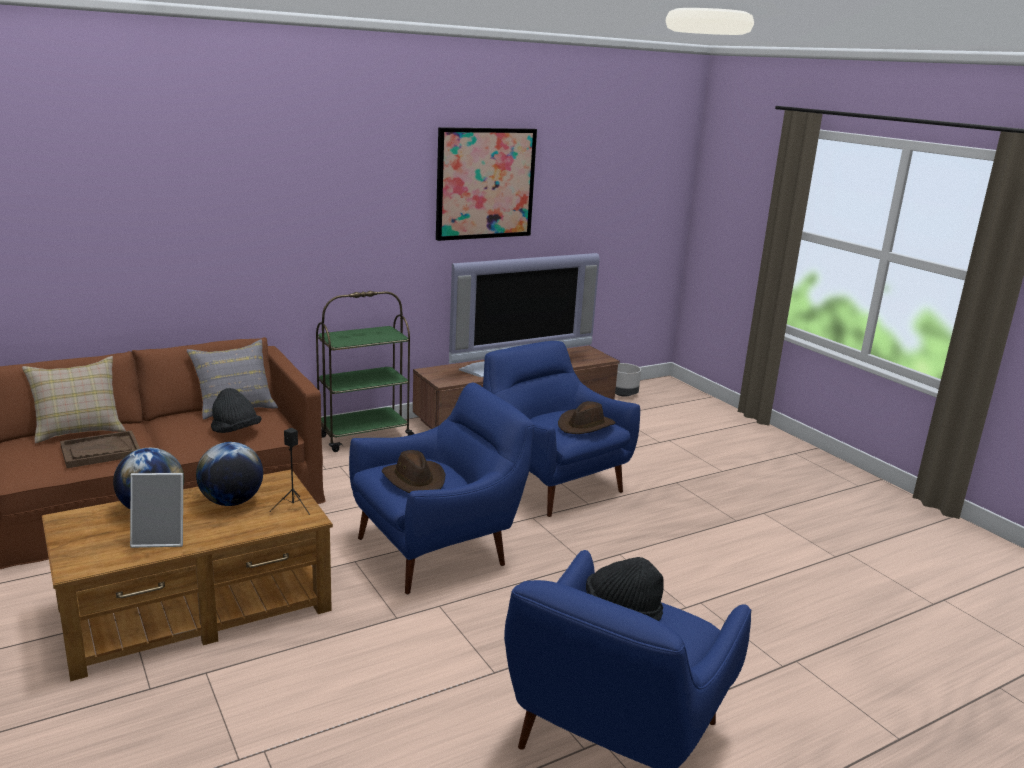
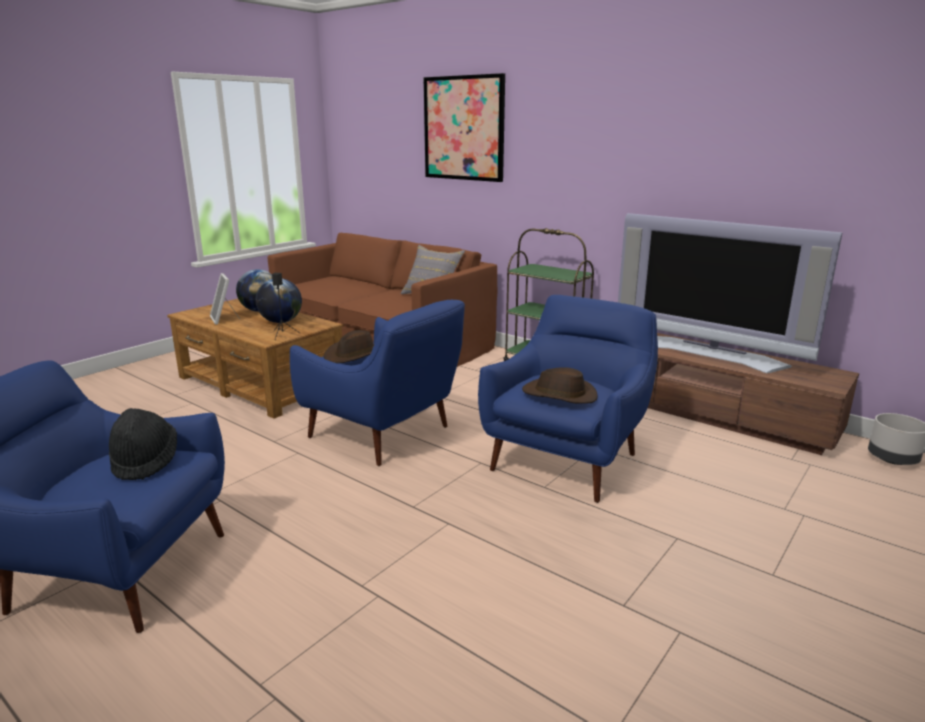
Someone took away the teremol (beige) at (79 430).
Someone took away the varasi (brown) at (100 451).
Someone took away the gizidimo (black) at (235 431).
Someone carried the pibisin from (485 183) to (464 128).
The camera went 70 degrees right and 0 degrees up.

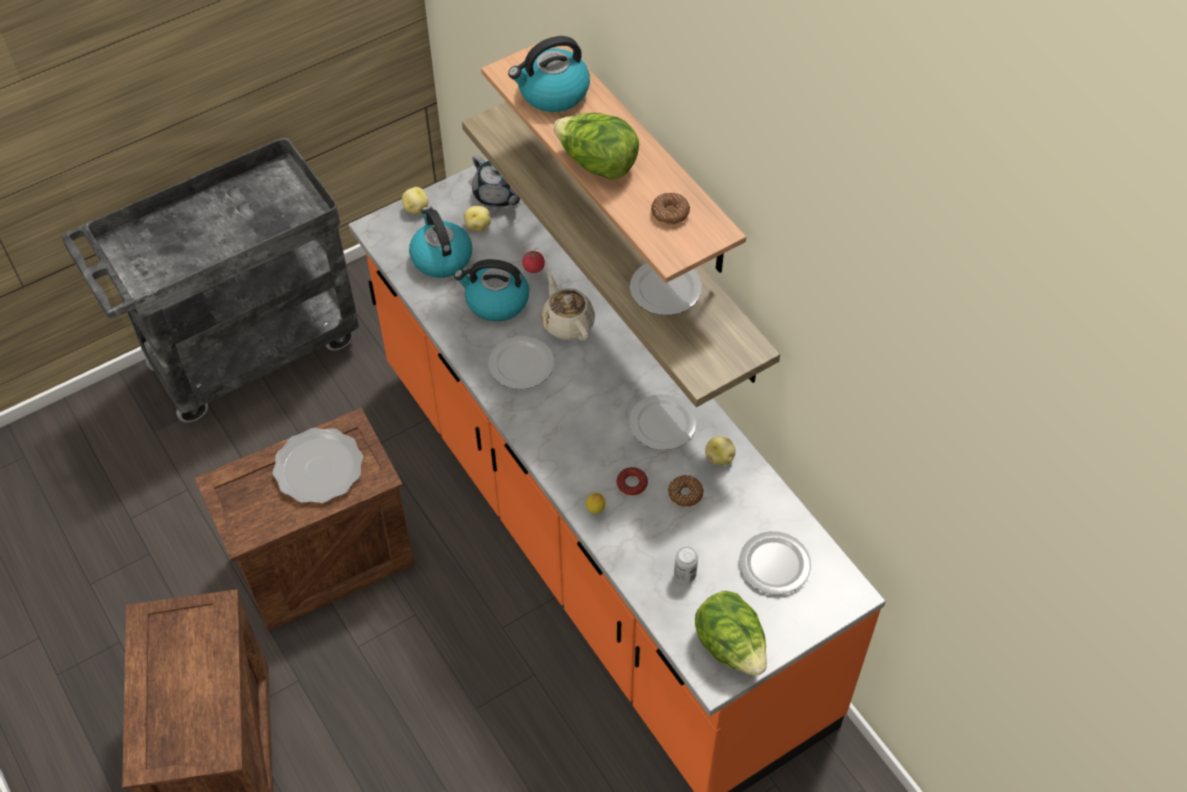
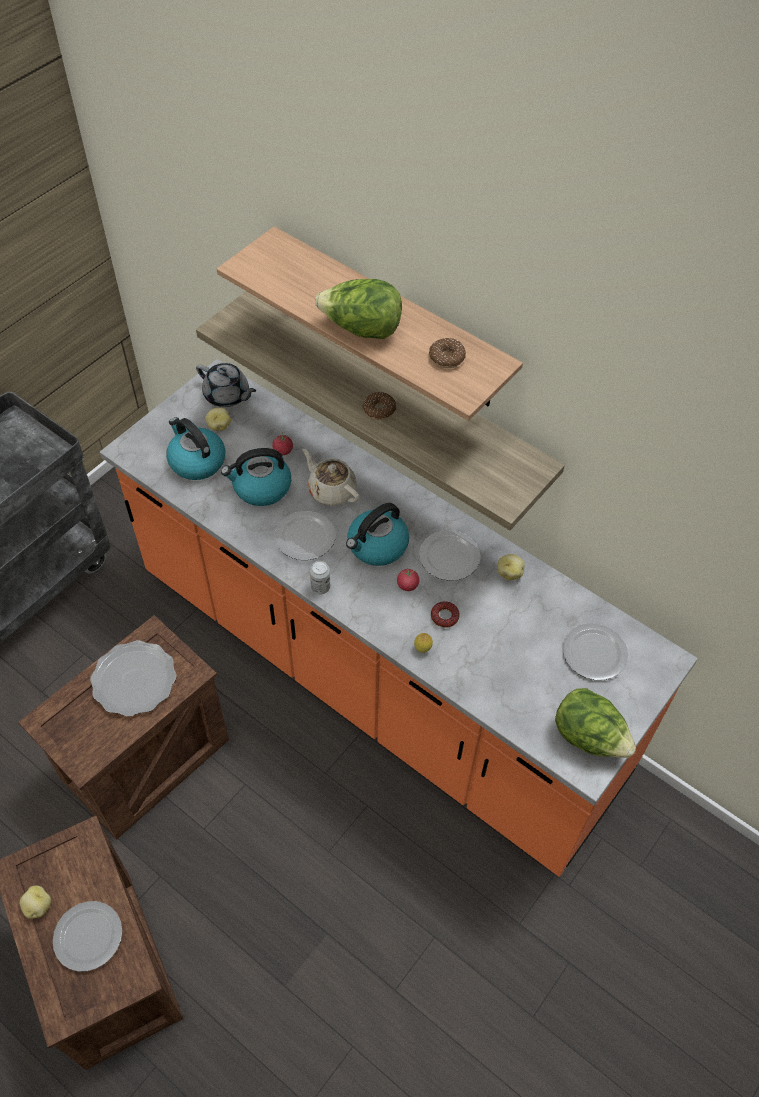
Someone carried the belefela from (415 208) to (38 906).
Someone carried the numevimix from (552 93) to (377 546).
Someone carried the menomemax from (666 289) to (89 935).
Someone carried the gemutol from (685 494) to (379 410).
Someone carried the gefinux from (685 574) to (320 587).
Someone put down the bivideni at (407 585).
The camera went 20 degrees left and 0 degrees up.

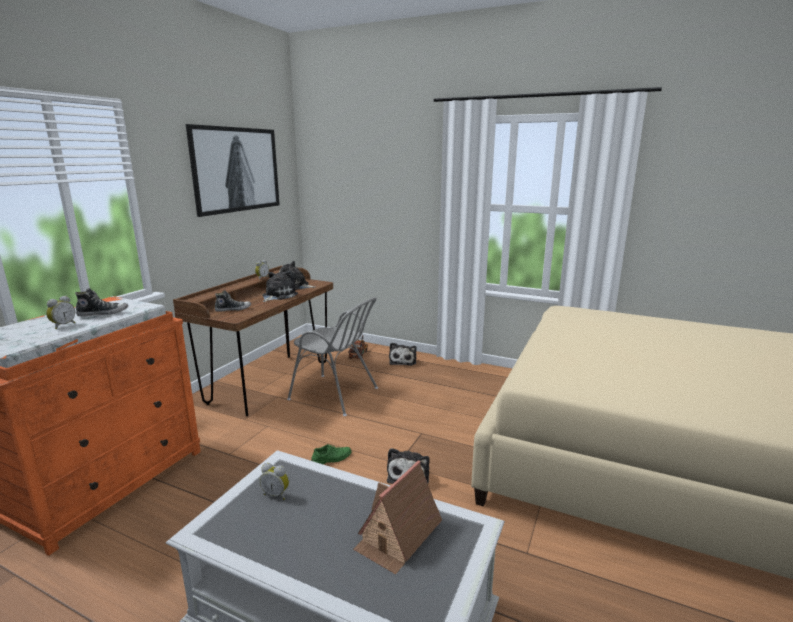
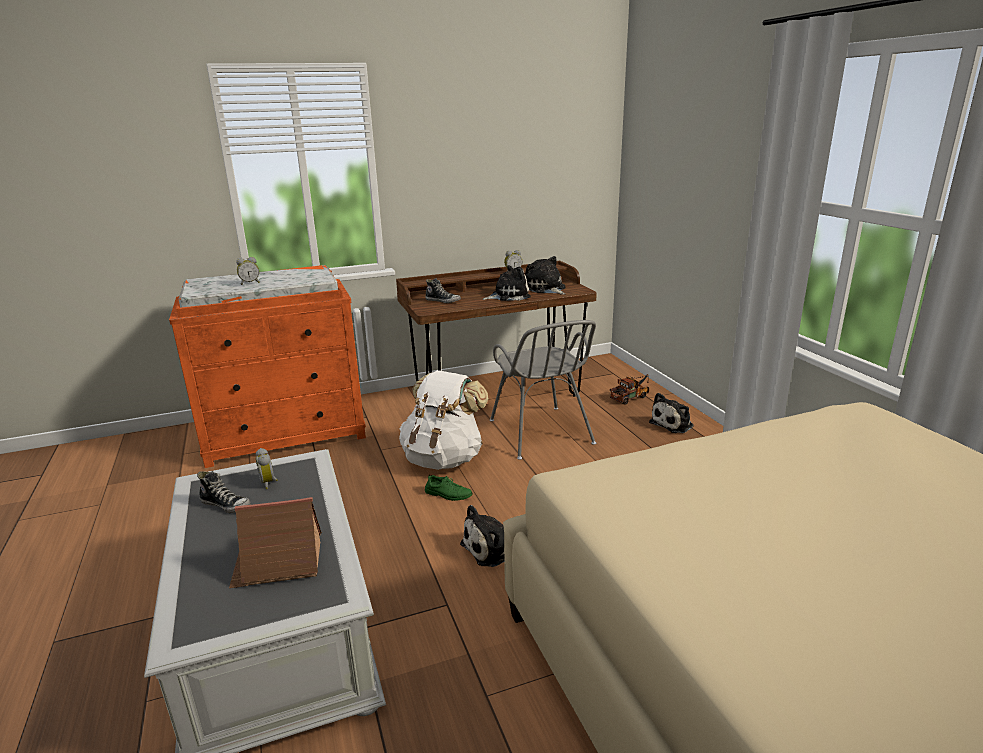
Someone carried the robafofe from (103 313) to (226 505).
Someone took away the pibisin at (237 169).
Someone put down the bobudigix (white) at (444 458).
The camera went 45 degrees right and 5 degrees up.

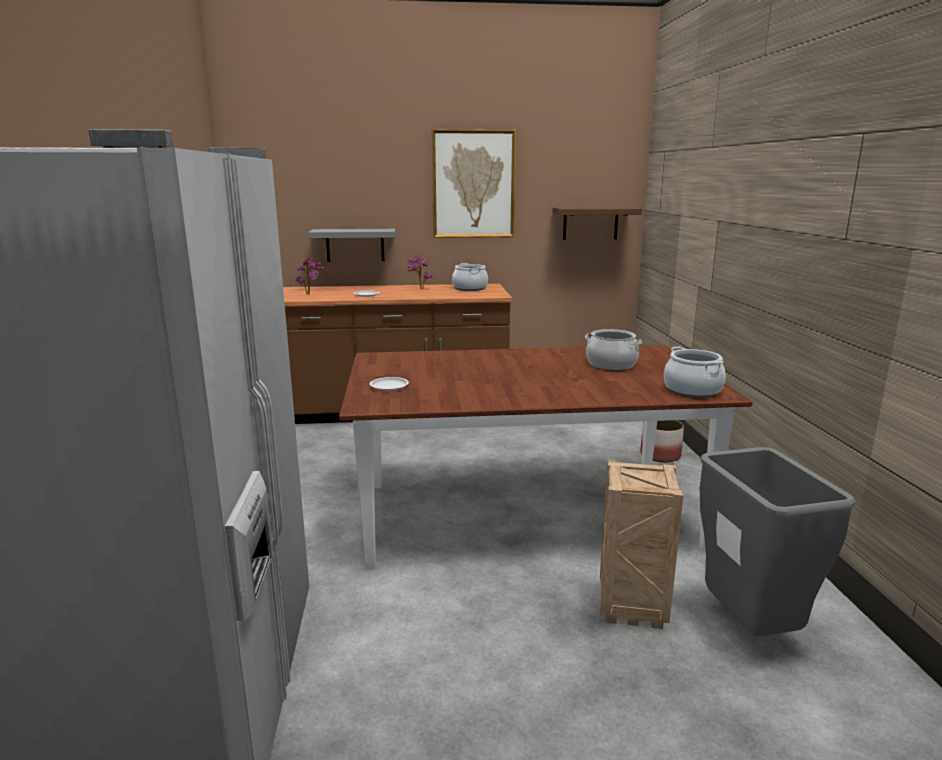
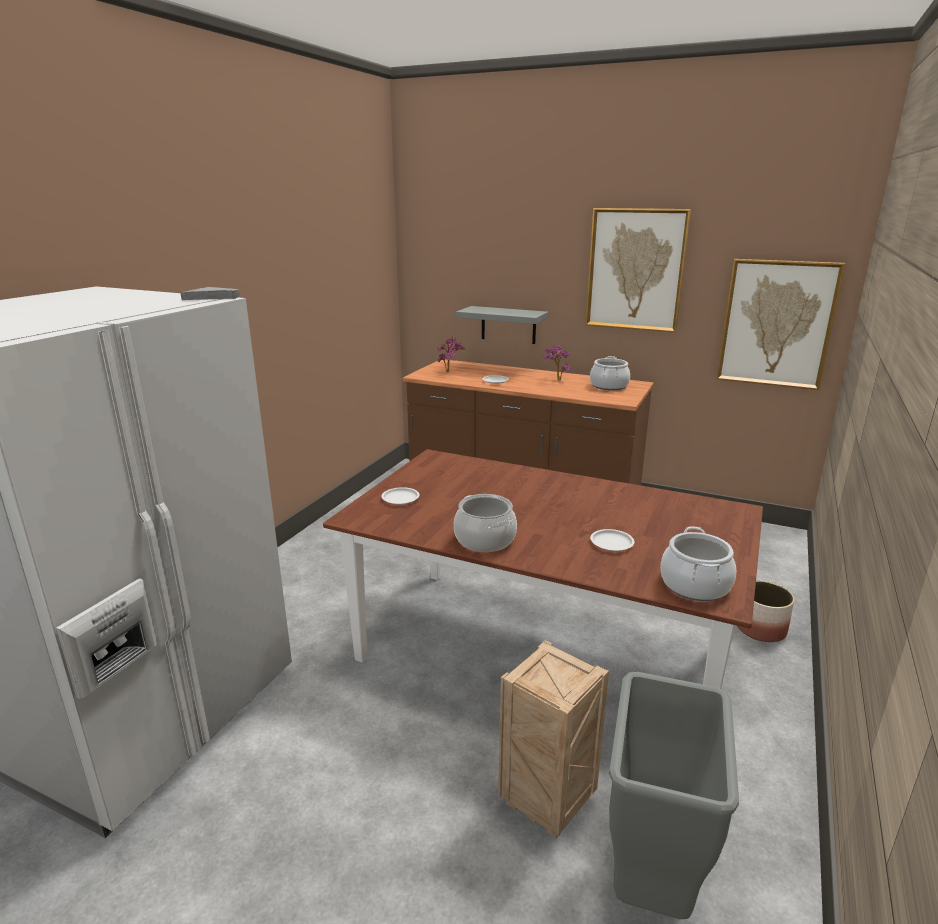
Someone swapped the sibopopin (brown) at (590 223) for the pibisin at (776 324).
Someone carried the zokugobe from (611 364) to (484 540).
Someone put down the menomemax (white) at (612 543).
The camera went 30 degrees right and 5 degrees up.

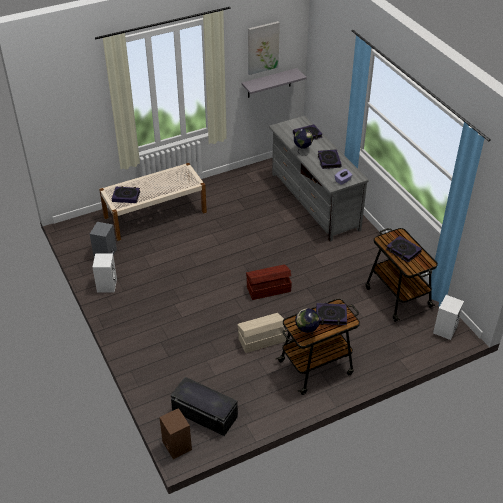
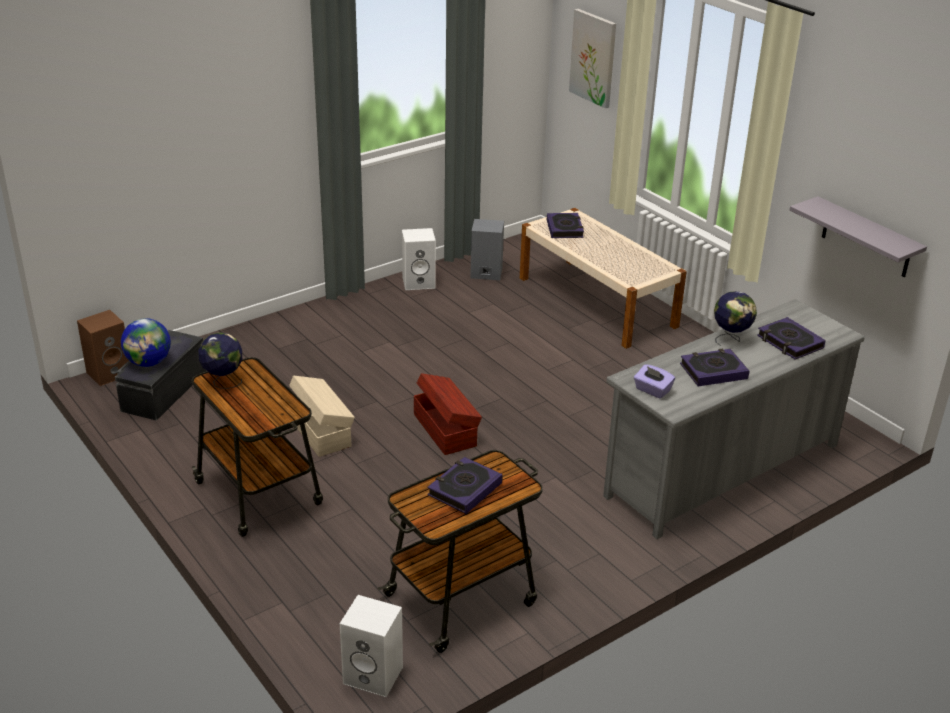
Someone carried the pibisin from (262 47) to (593 58).
Someone took away the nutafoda at (331 316).
Someone put down the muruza at (149 362).
The camera went 80 degrees right and 10 degrees down.

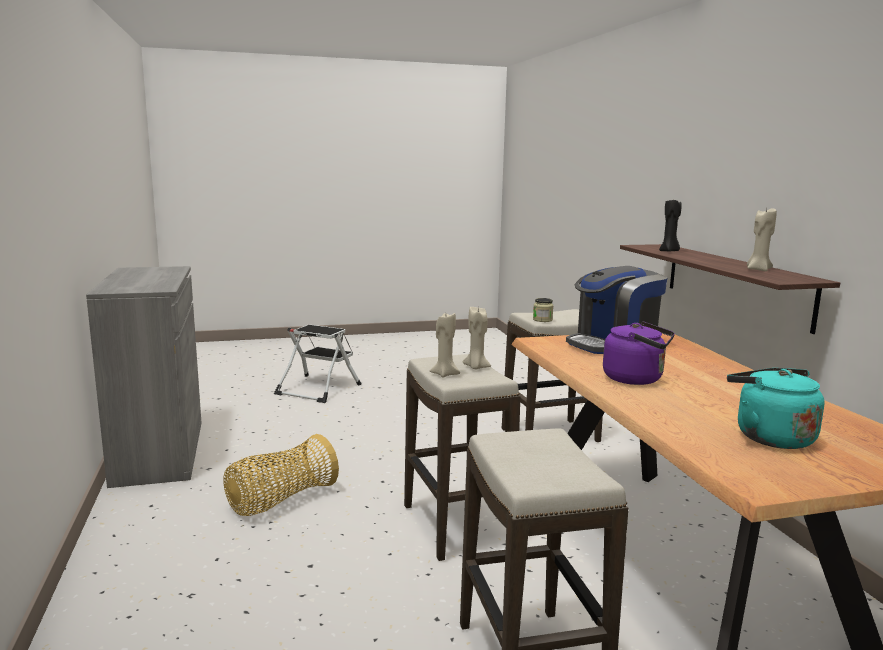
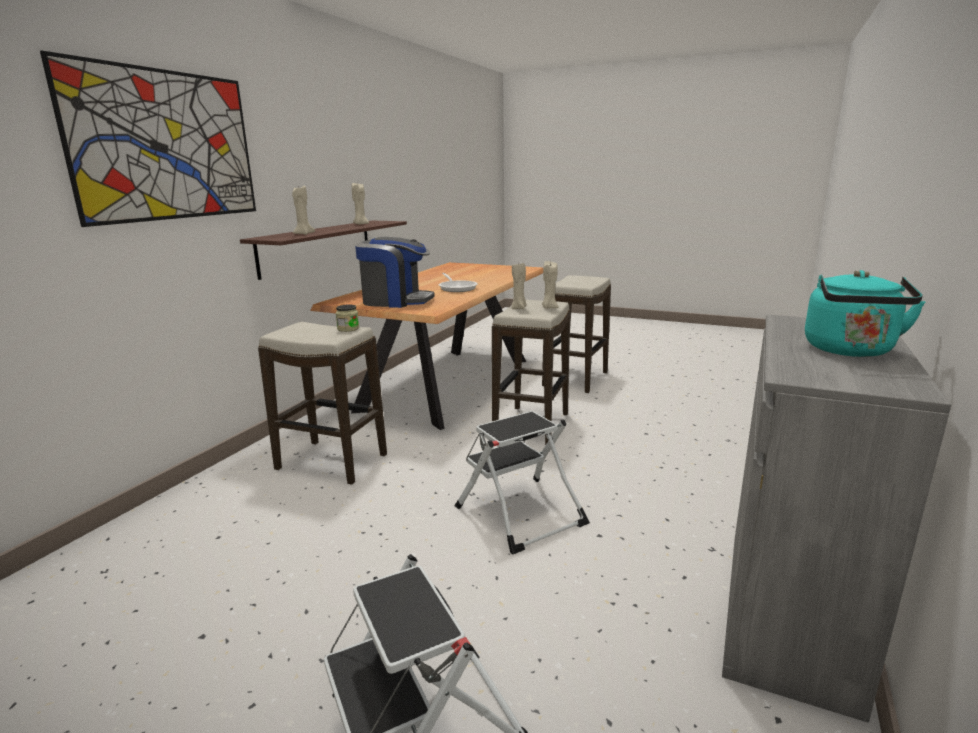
Someone took away the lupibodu at (280 500).
Someone swapped the numevimix (purple) at (636 379) for the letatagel at (457 288).
Someone repainted the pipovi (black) at (669 251), which became the pipovi (beige) at (303 234).
Someone carried the numevimix (turquoise) from (769 437) to (850 351).
Someone put up the pibisin at (167 146).
Someone put down the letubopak at (521 512).
The camera went 140 degrees left and 5 degrees up.

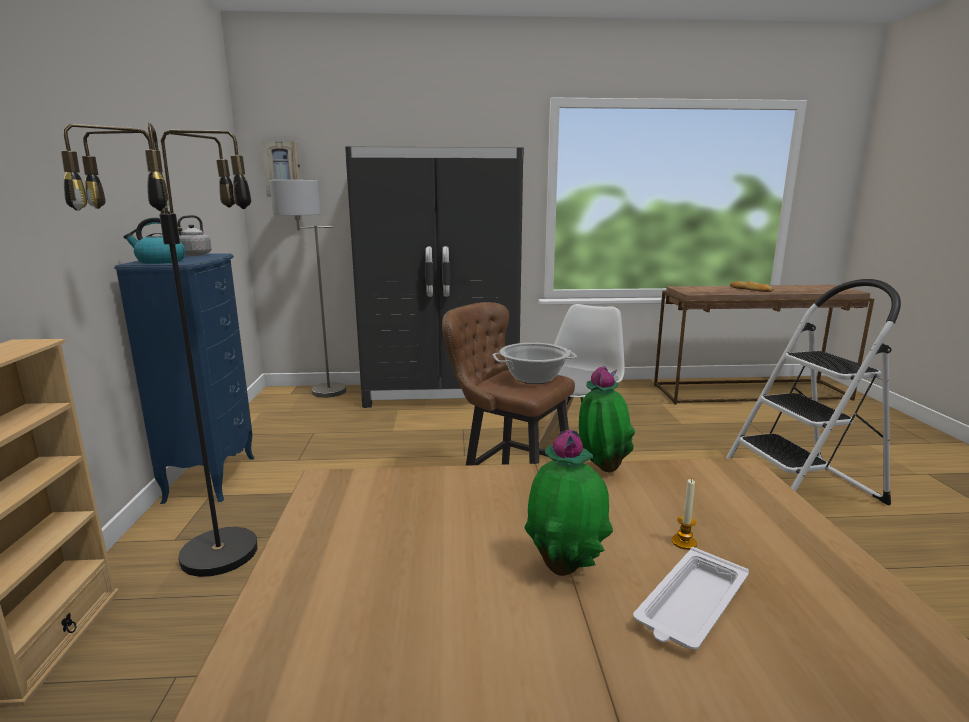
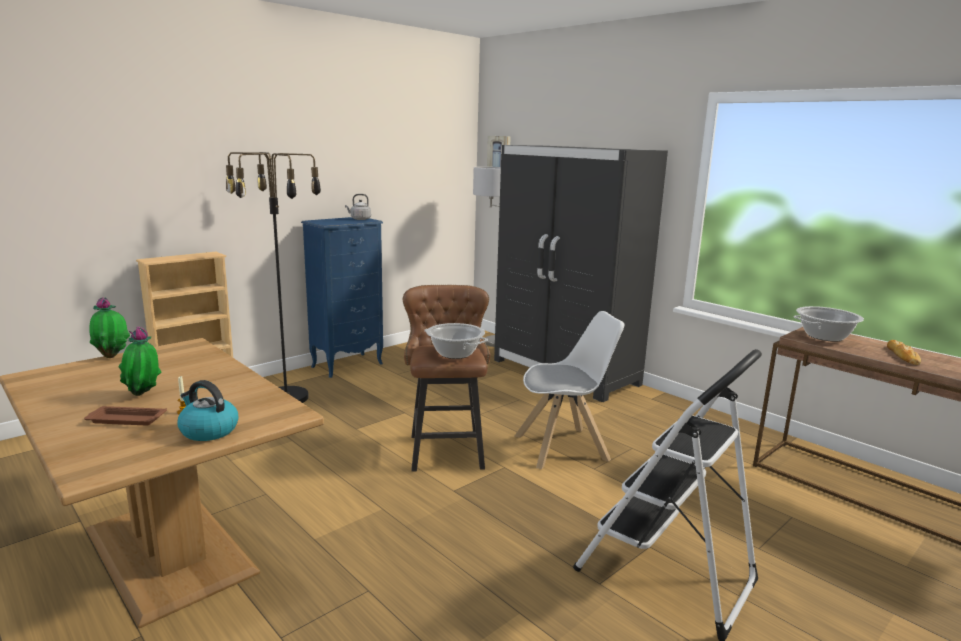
Someone carried the numevimix from (160 261) to (208 430).
Someone carried the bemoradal from (601 469) to (112 356).
Someone repainted the varasi (white) at (691 606), which became the varasi (brown) at (125 420).
Someone put down the zokugobe at (824 336).
The camera went 50 degrees right and 0 degrees up.

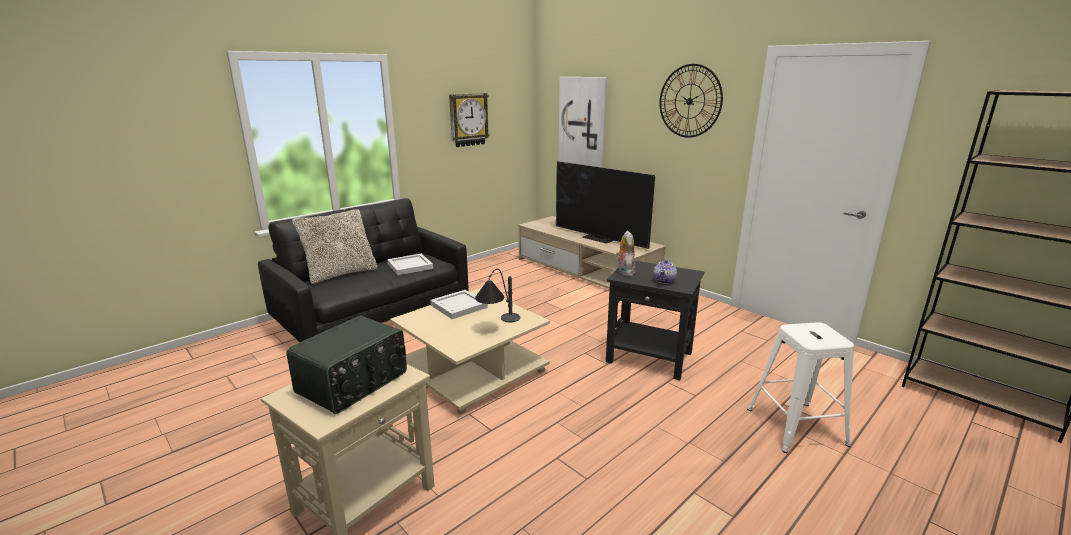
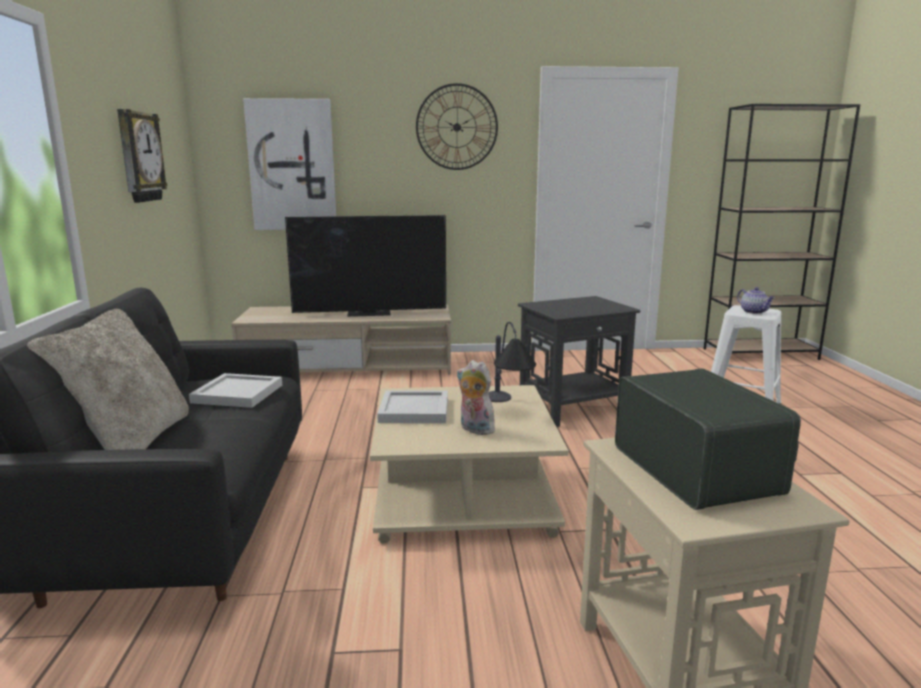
Someone carried the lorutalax from (624 272) to (474 429).
Someone carried the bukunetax from (664 281) to (754 312).
The camera went 50 degrees left and 5 degrees down.

